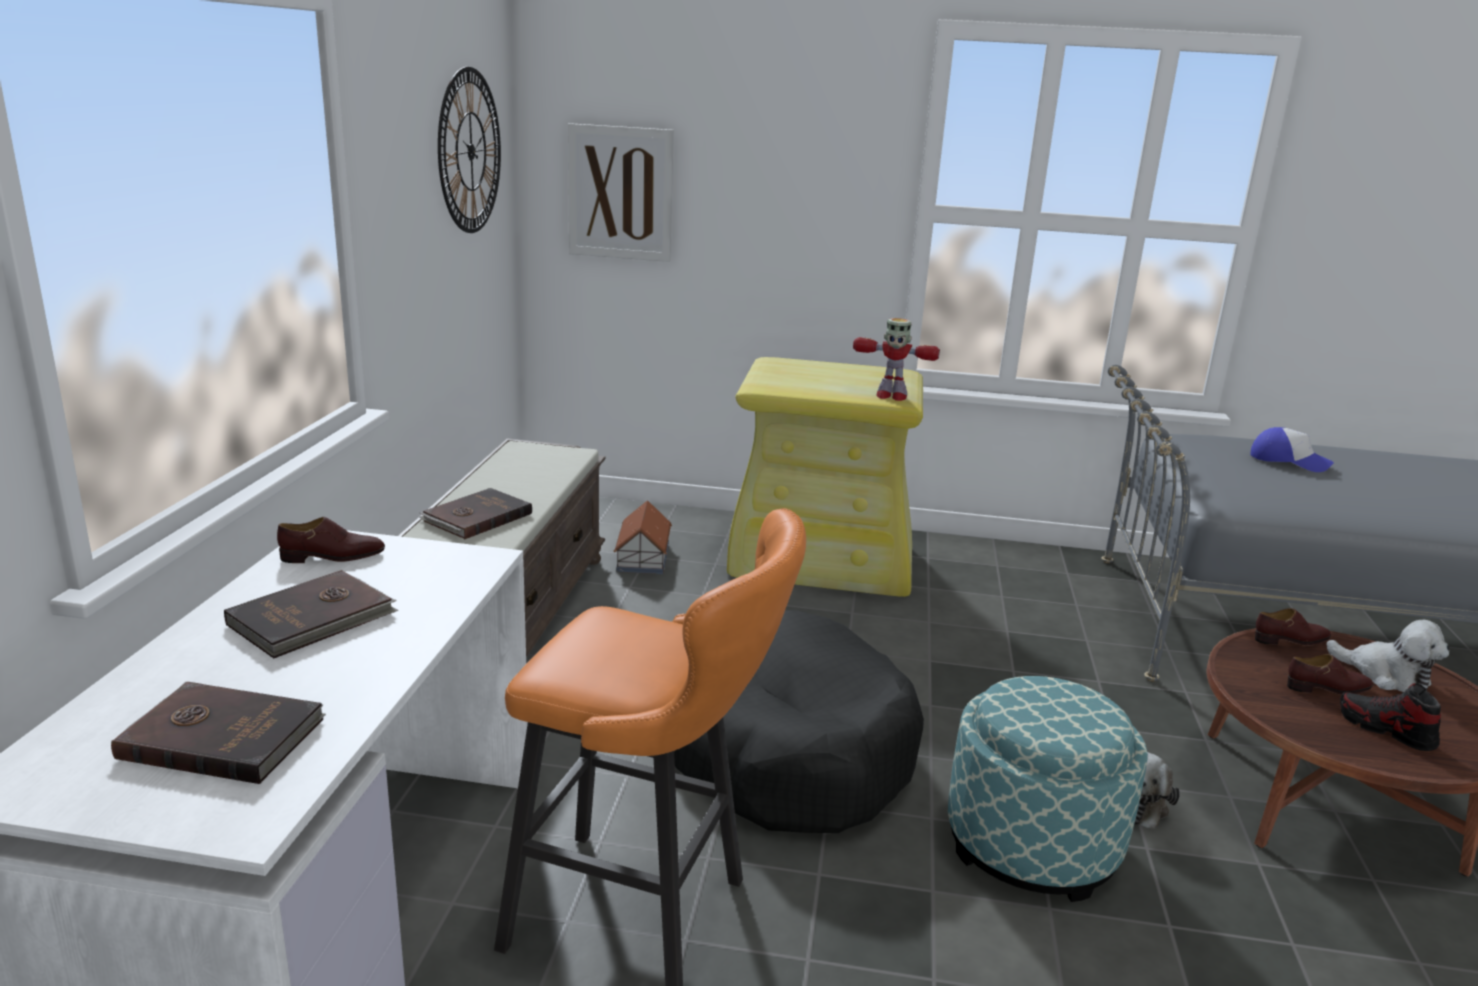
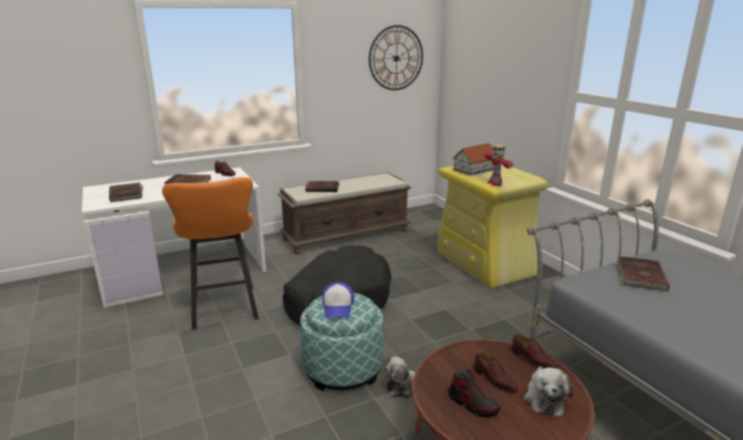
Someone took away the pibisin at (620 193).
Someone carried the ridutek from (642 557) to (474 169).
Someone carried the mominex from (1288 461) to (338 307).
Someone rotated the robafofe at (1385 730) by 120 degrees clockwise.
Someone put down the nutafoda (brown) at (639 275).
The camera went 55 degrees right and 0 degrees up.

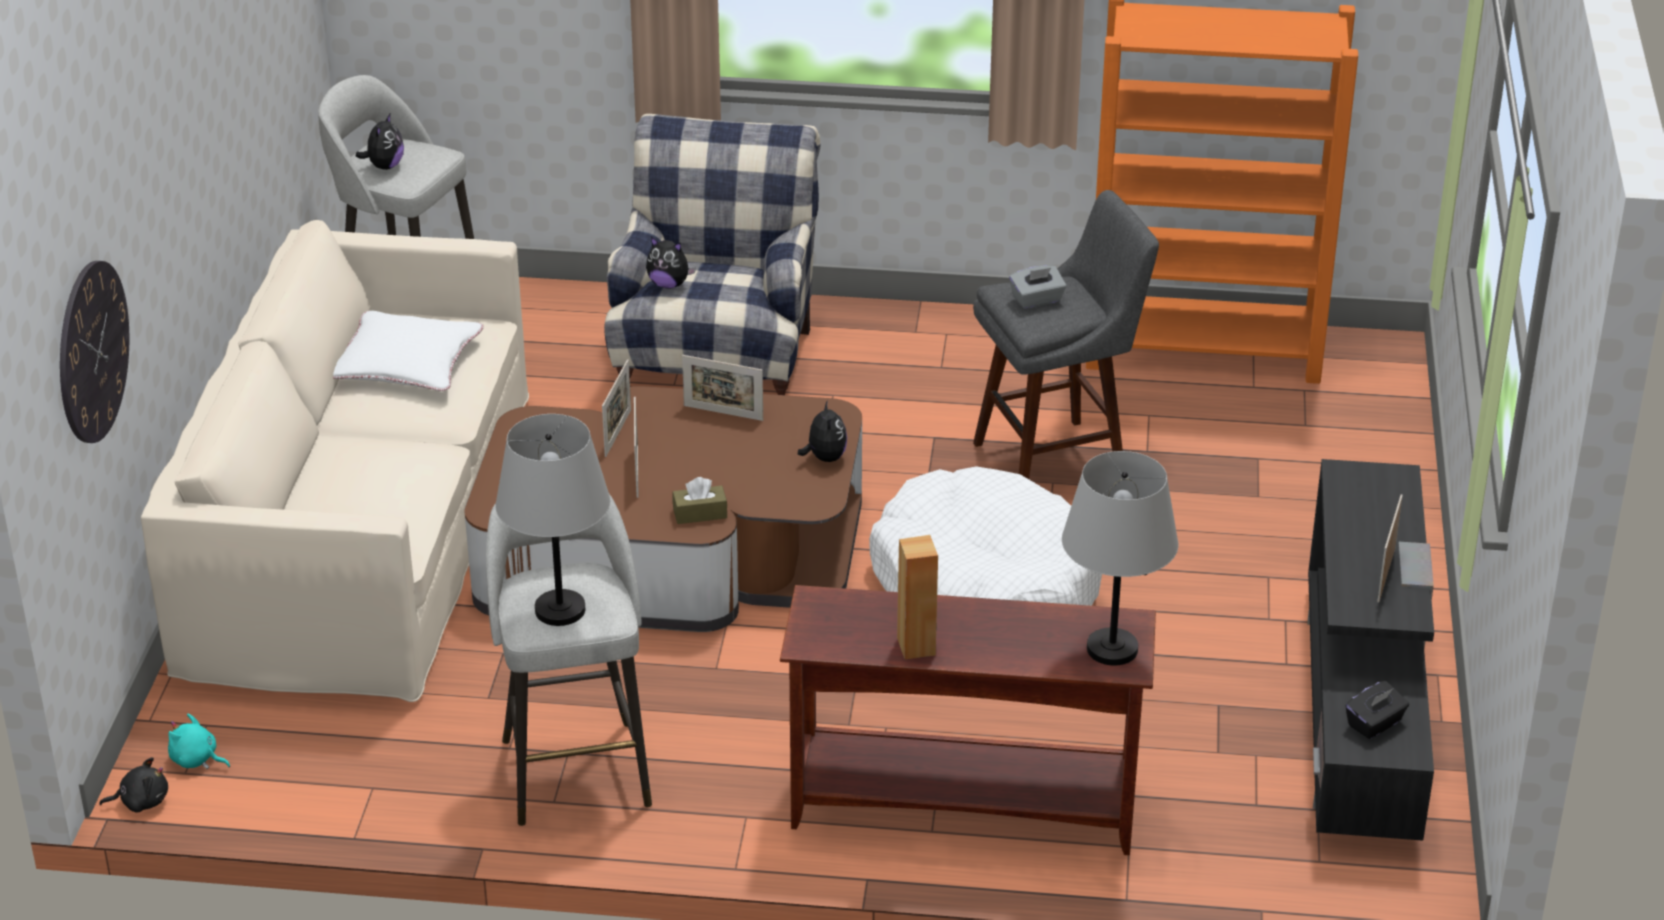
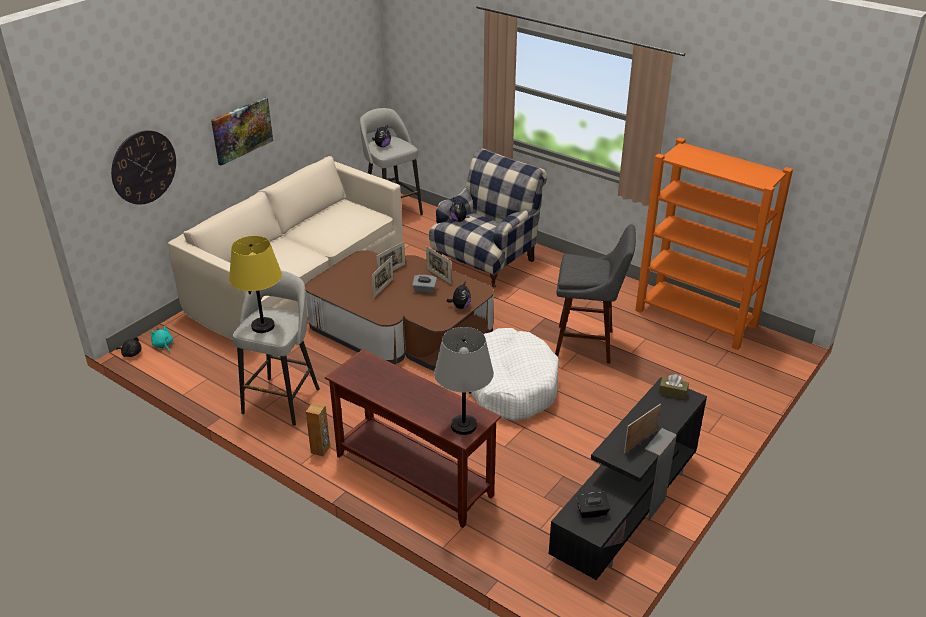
Someone took away the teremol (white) at (406 363).
Someone repainted the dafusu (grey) at (559 610), which became the dafusu (yellow) at (263 326).
Someone carried the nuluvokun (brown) from (700 513) to (672 392).
Someone carried the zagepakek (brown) from (916 646) to (320 449).
Someone carried the nuluvokun (grey) from (1037 300) to (424 290).
Someone put up the pibisin at (241 130).
The camera went 30 degrees right and 0 degrees up.

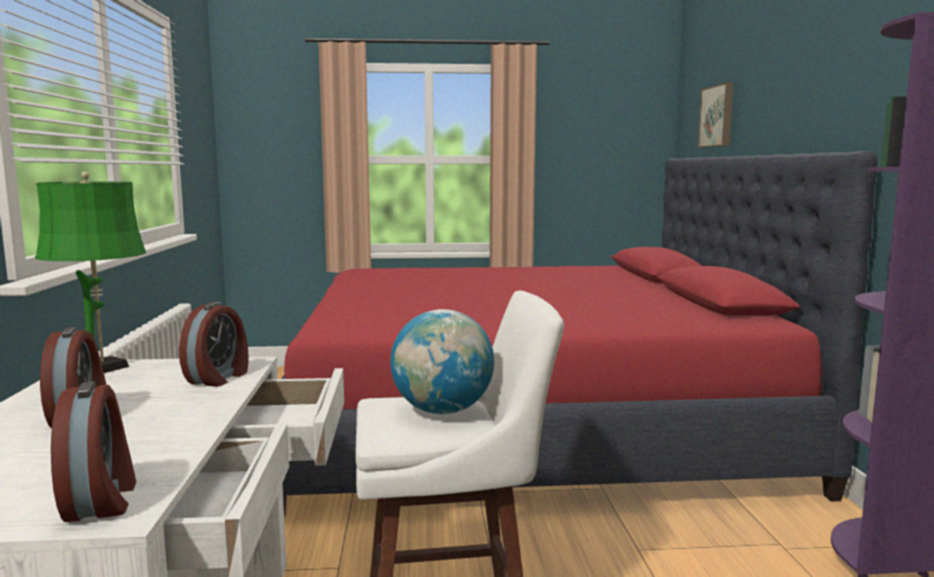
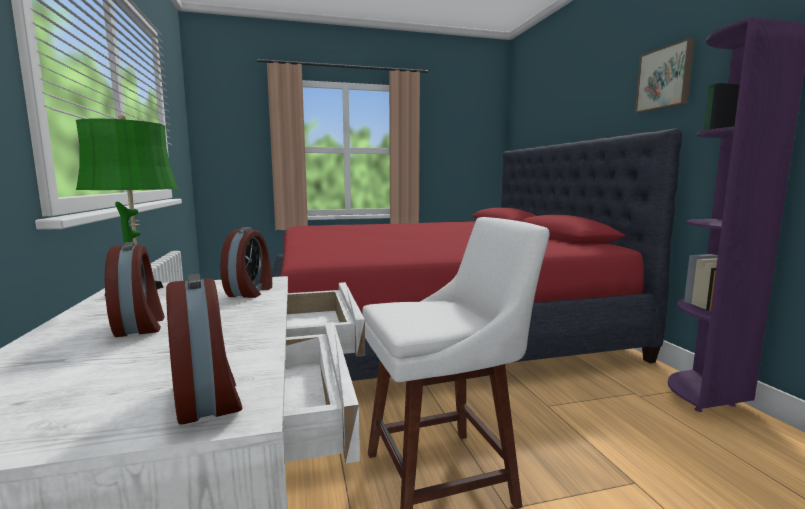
Someone took away the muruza at (443 411).
Someone carried the pibisin from (718 116) to (665 78).
The camera went 10 degrees left and 0 degrees up.

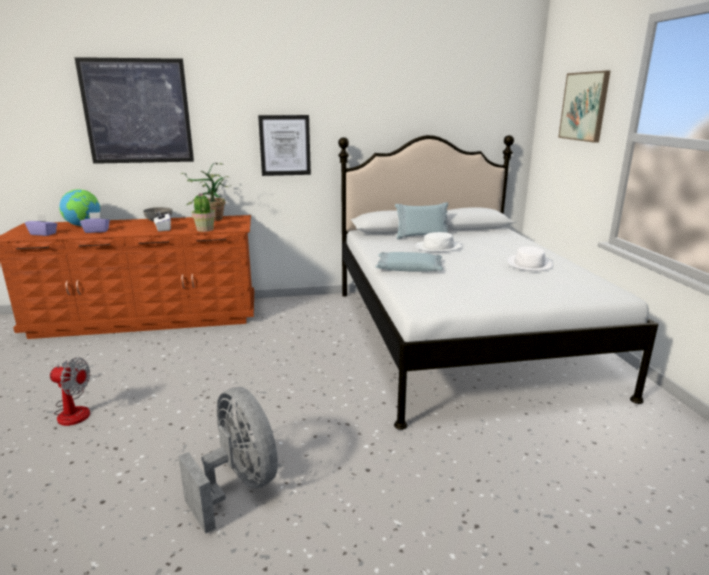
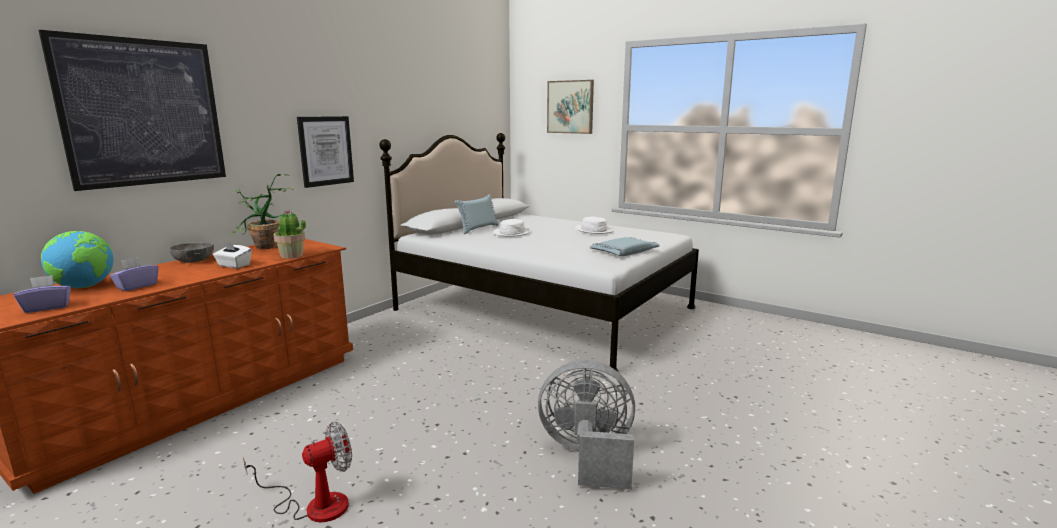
Someone carried the teremol (blue) from (409 267) to (624 251).
The camera went 45 degrees left and 5 degrees down.

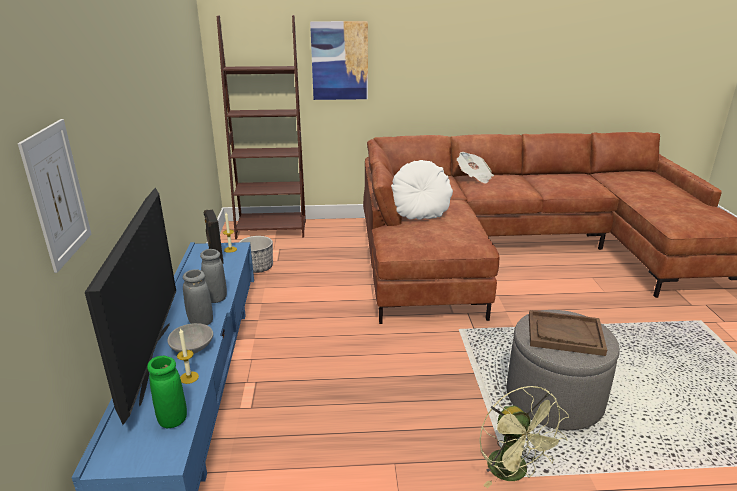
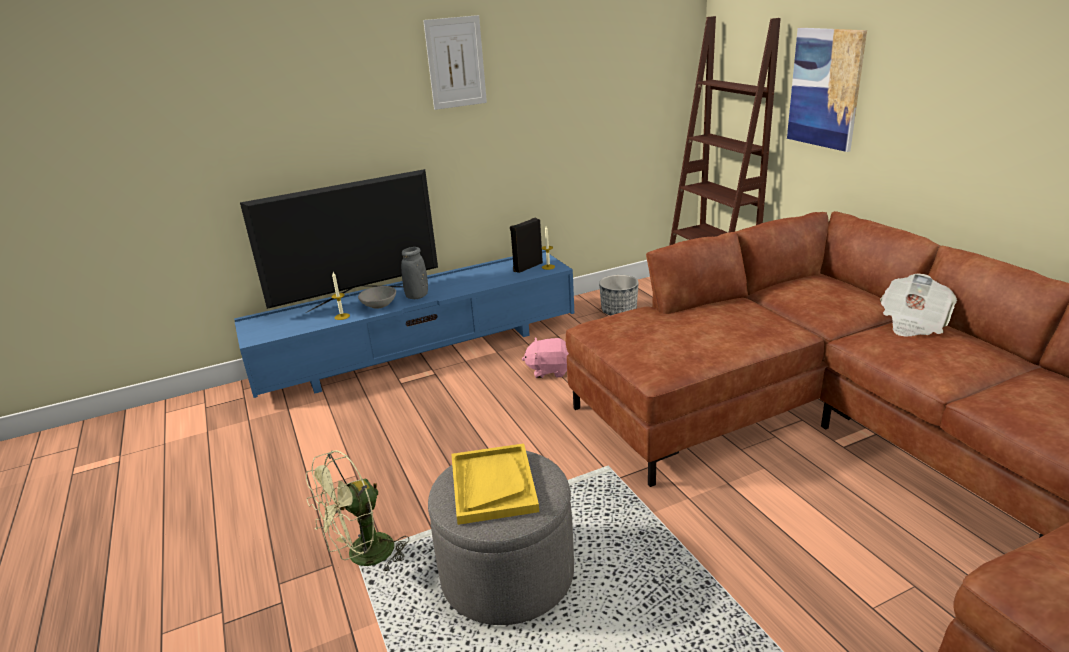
Someone carried the pibisin from (57 194) to (456 63).
Someone took away the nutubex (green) at (172 419).
Someone took away the nutubex (grey) at (216 298).
Someone took away the teremol (white) at (420 216).
Someone repainted the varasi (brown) at (564 334), which became the varasi (yellow) at (493 485).
Someone put down the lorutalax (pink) at (549 370).
The camera went 70 degrees right and 0 degrees up.

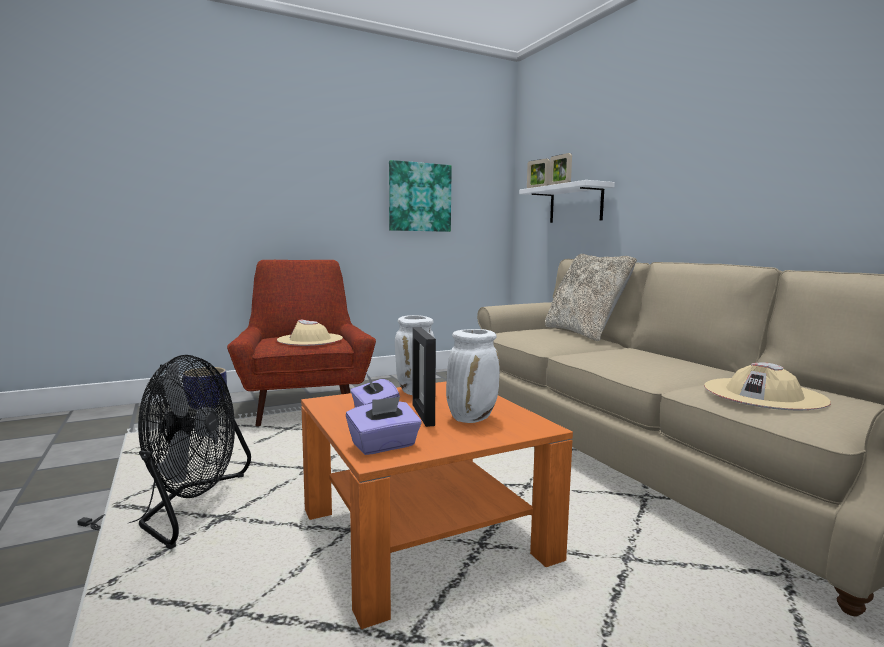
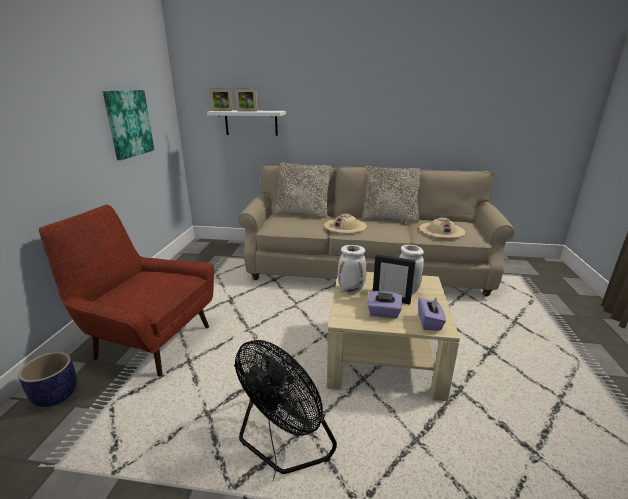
Someone carried the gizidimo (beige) from (310 339) to (345 226).
Someone repainted the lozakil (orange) at (424 534), which became the lozakil (beige) at (384 356).
Someone put down the teremol (beige) at (390 217).
The camera went 55 degrees left and 15 degrees up.

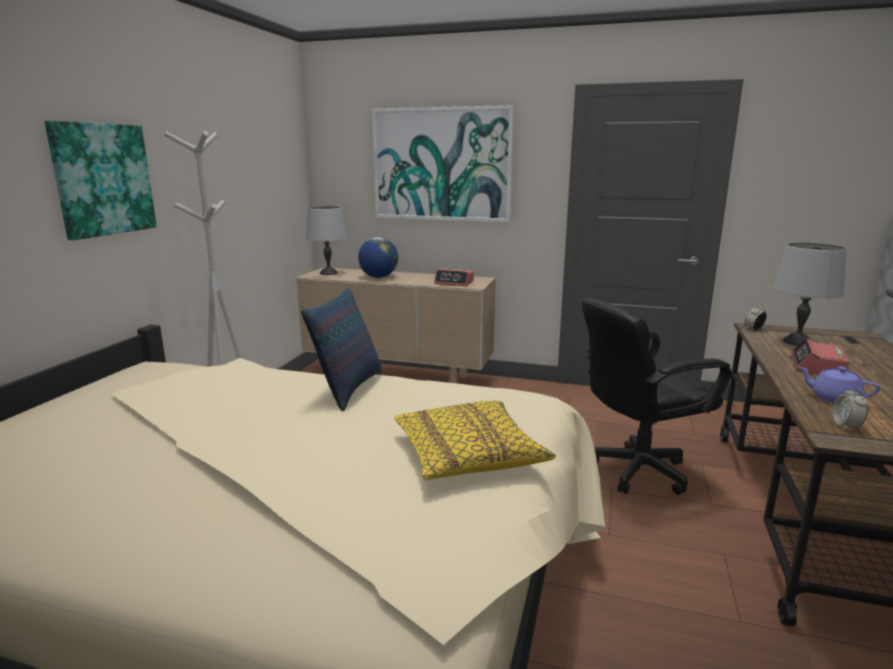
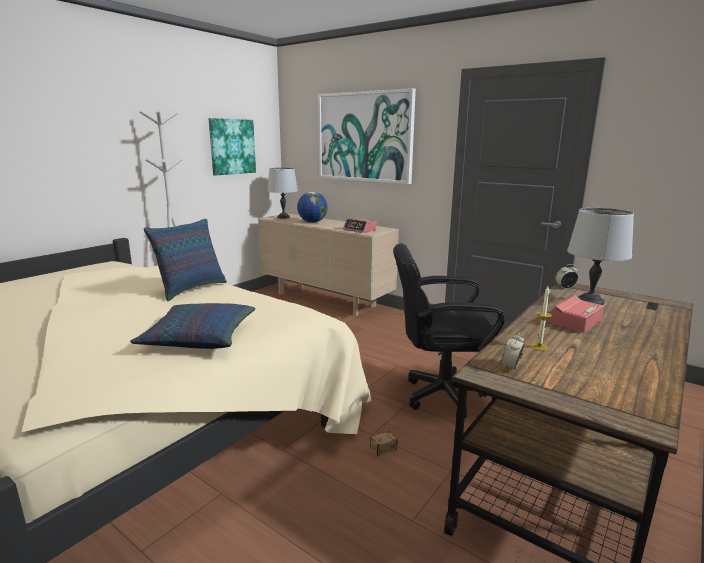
Someone carried the pibisin from (103 179) to (232 146).
Someone repainted the teremol (yellow) at (468 454), which became the teremol (blue) at (200 337).
Someone swapped the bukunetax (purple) at (833 399) for the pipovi at (539 346).
Someone put down the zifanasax at (369 453).
The camera went 20 degrees right and 0 degrees up.

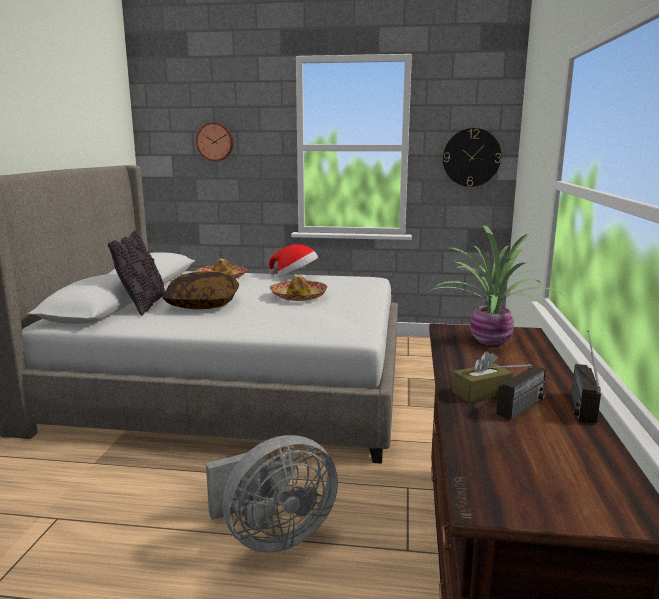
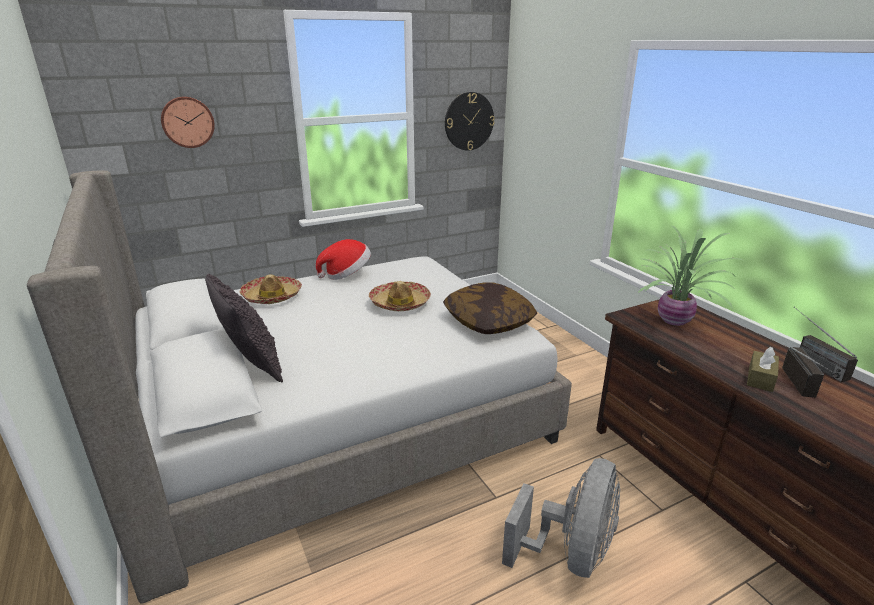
Someone carried the teremol from (203 304) to (488 322).
The camera went 35 degrees left and 10 degrees up.

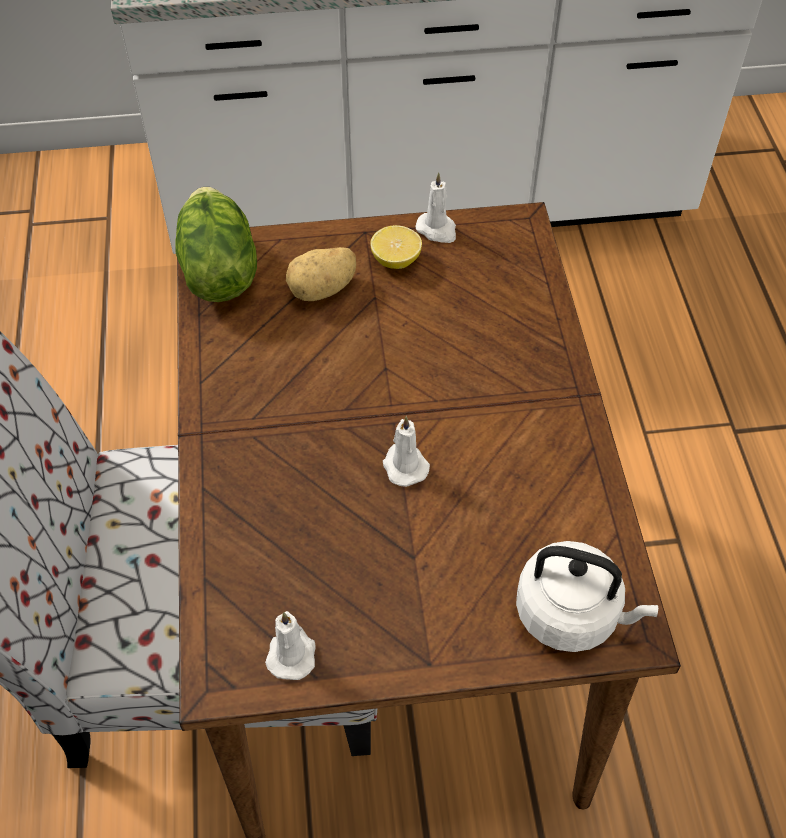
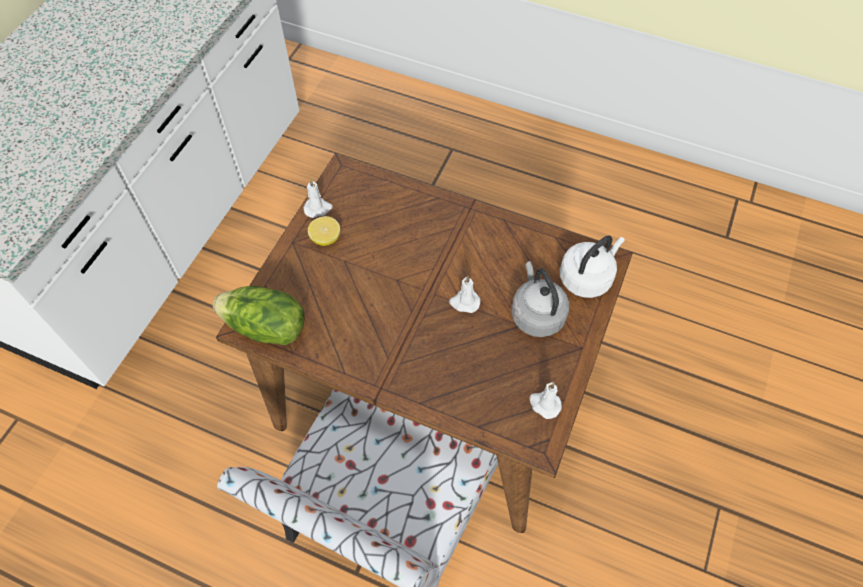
Someone took away the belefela at (323 290).
Someone put down the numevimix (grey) at (536 314).
The camera went 60 degrees left and 5 degrees up.

